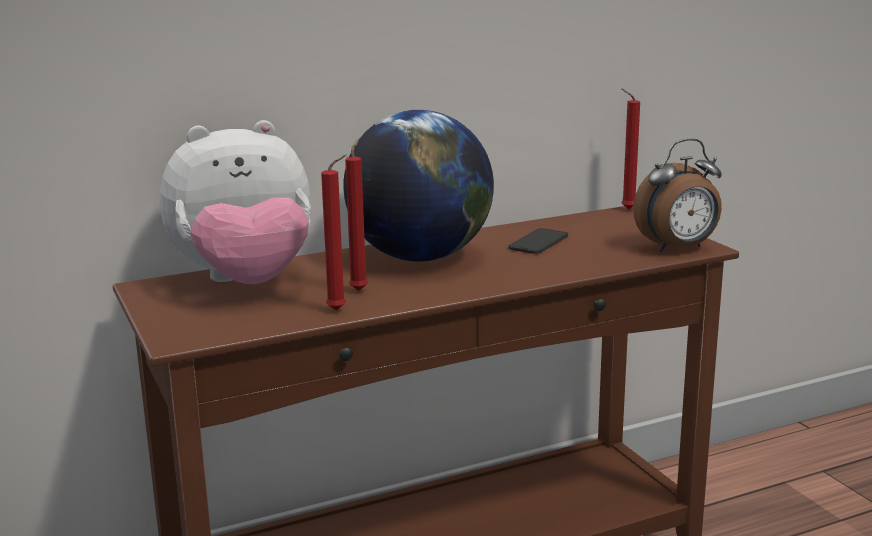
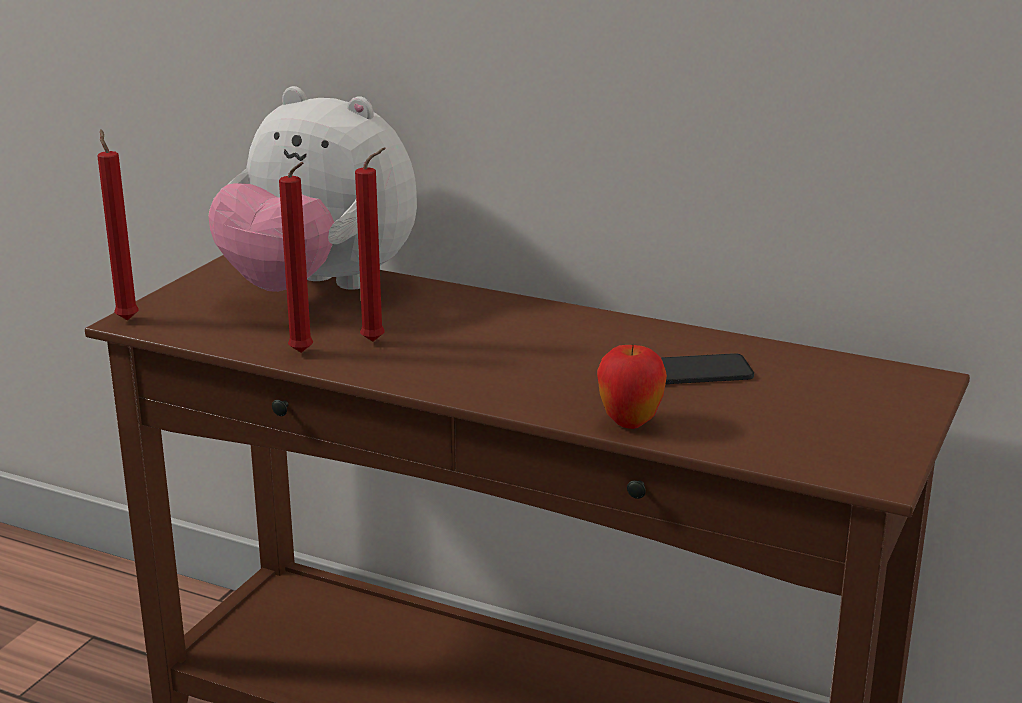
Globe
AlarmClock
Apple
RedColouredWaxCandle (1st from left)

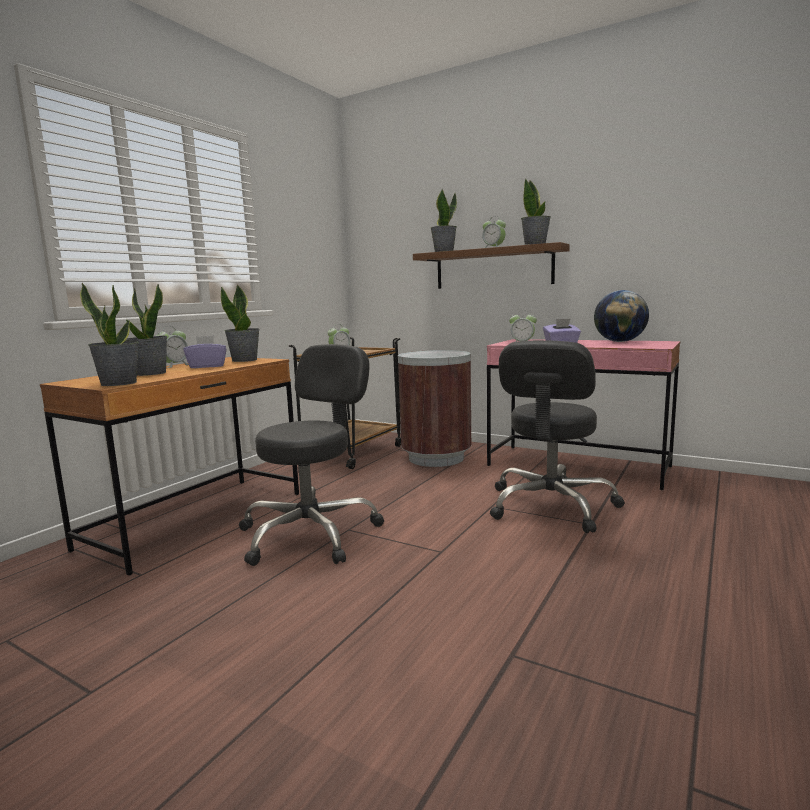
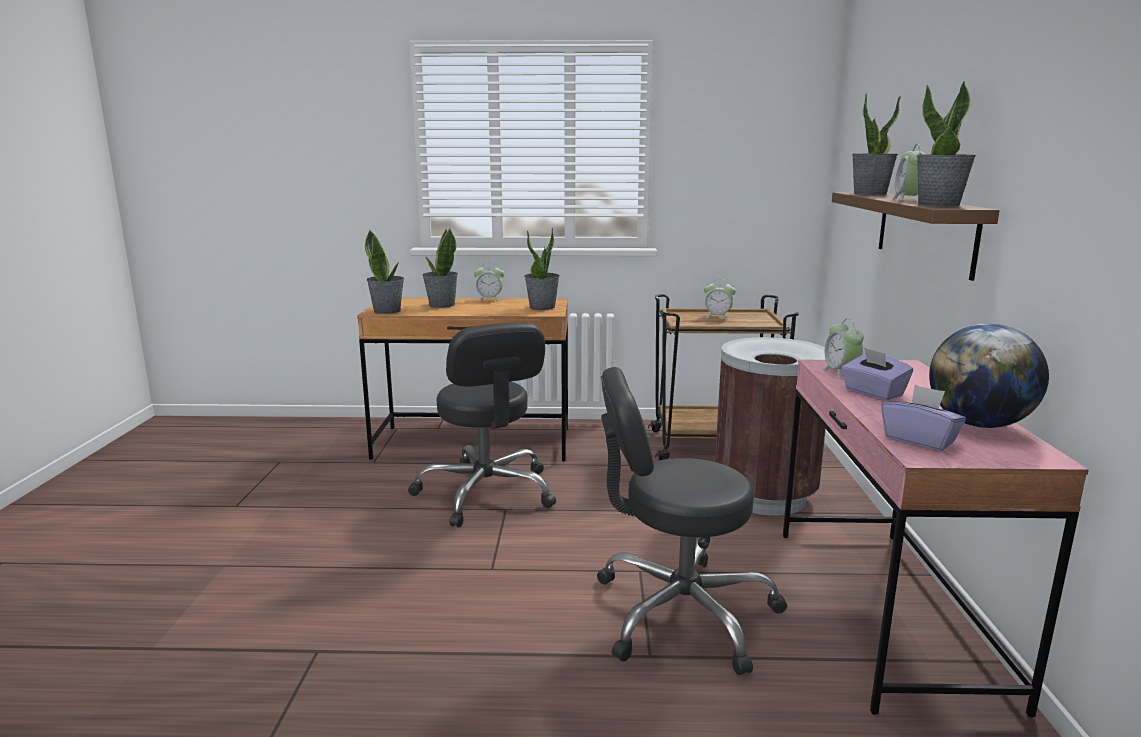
PurpleColouredBoxOfTissues (2nd from left)
BlackColouredOfficeChair (1st from left)

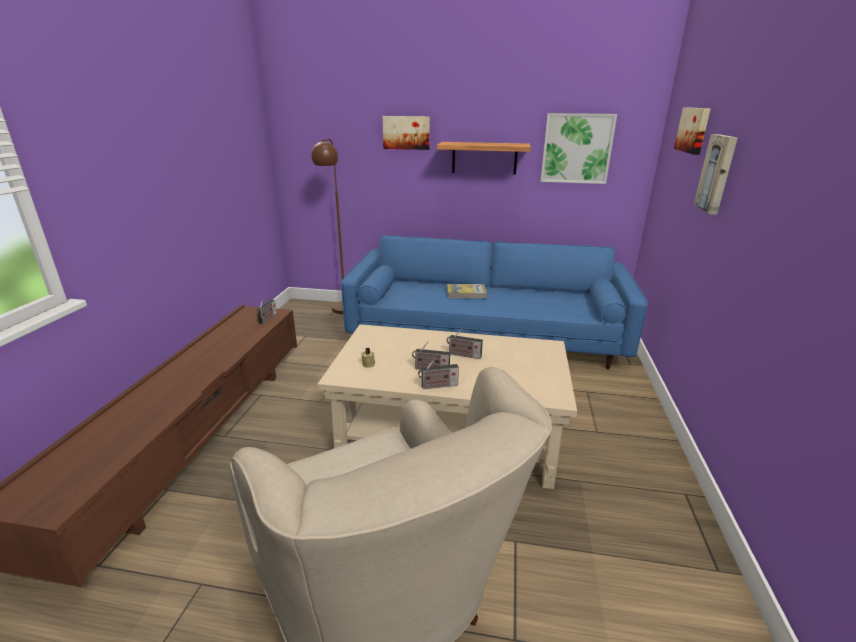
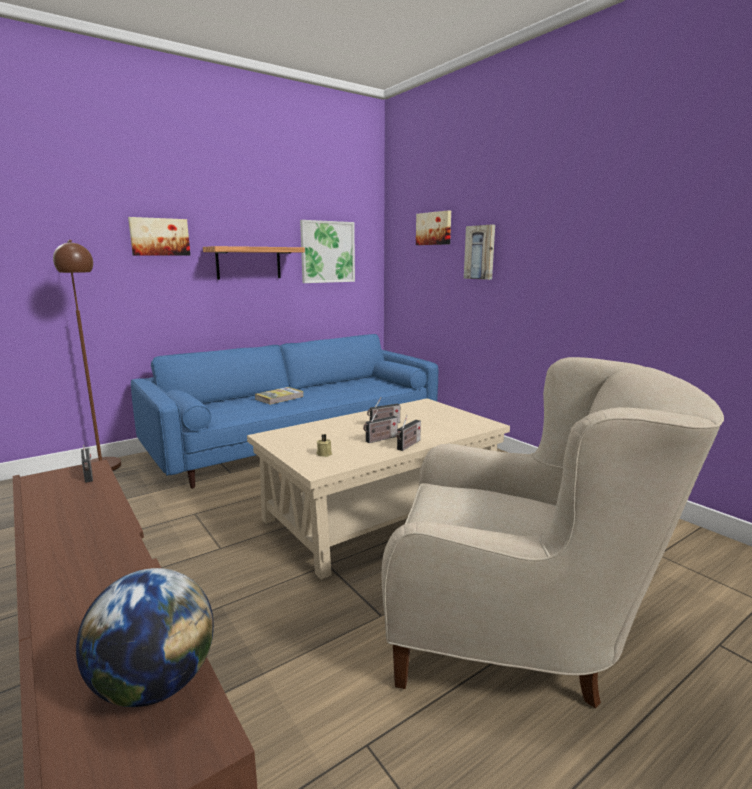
Globe

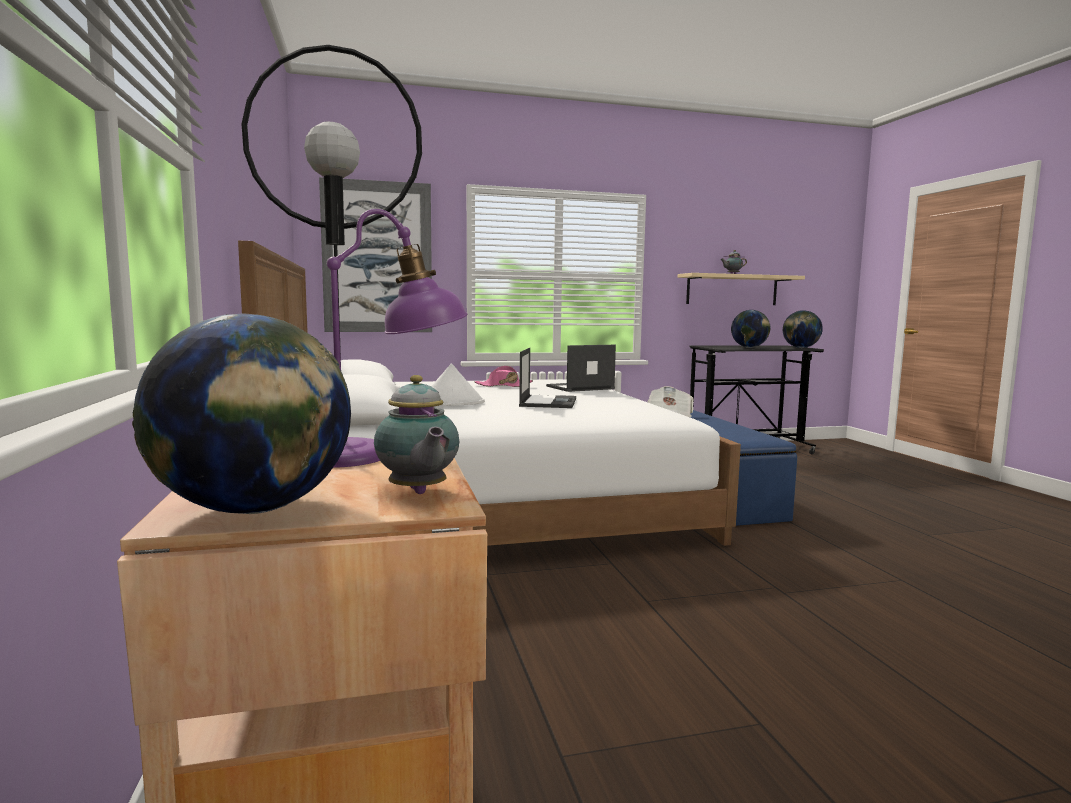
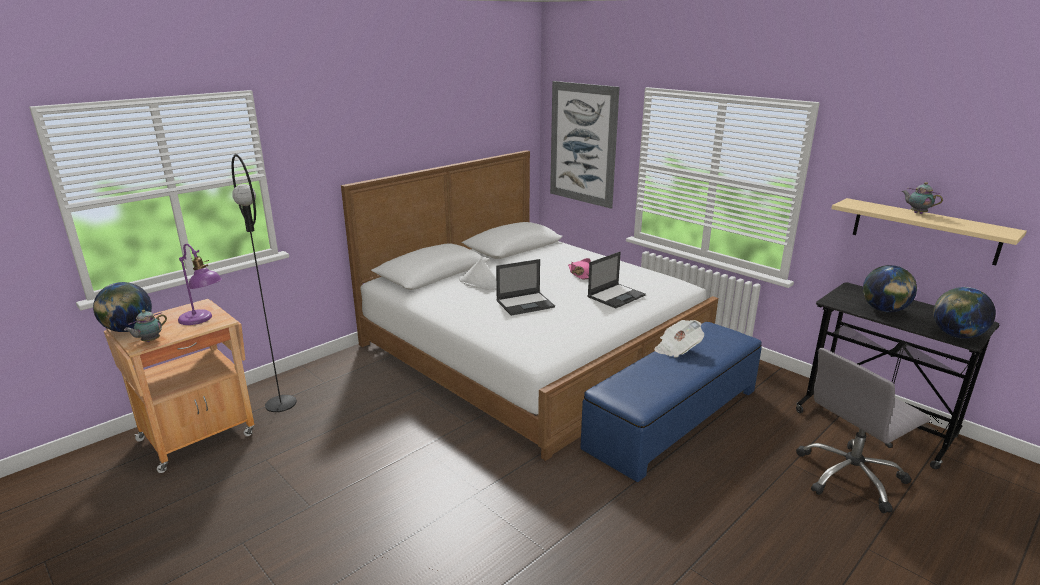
GreyOfficeChair
Laptop (2nd from left)

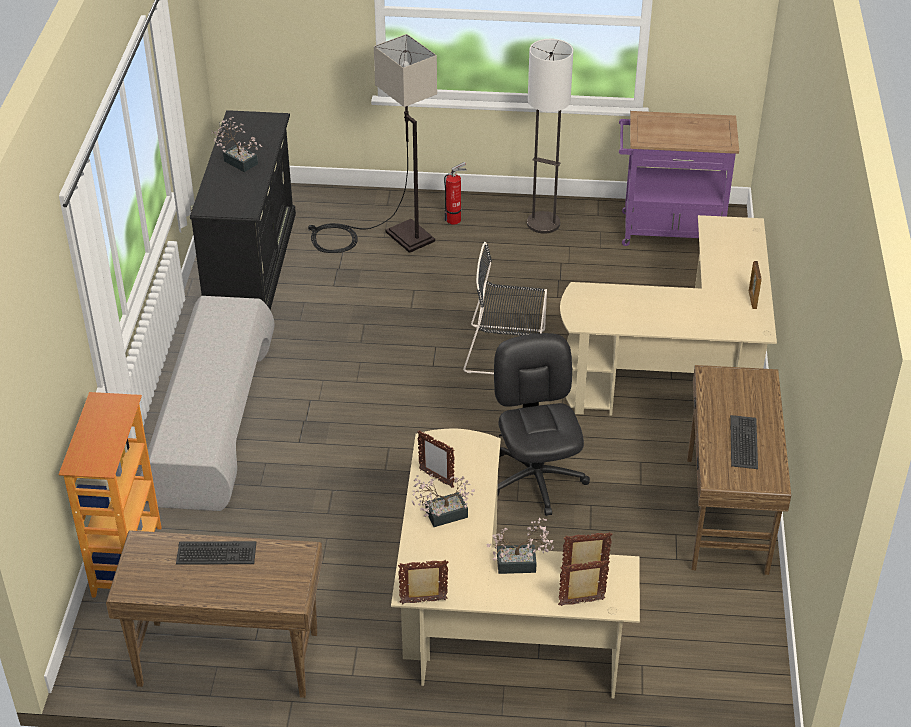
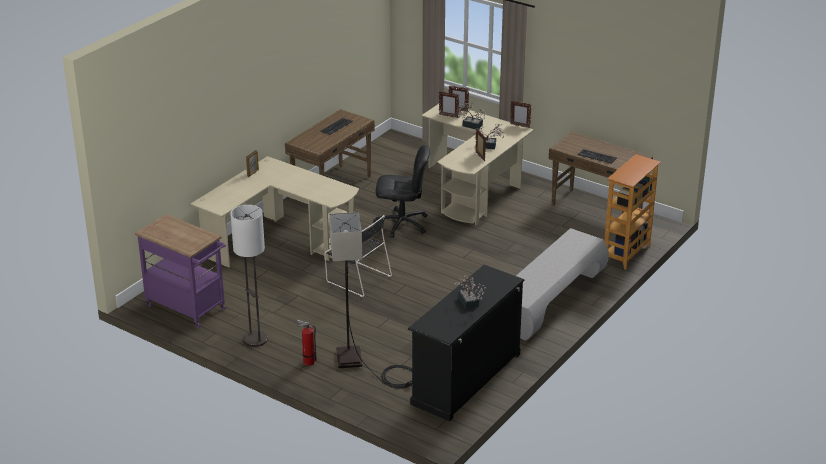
BlackColouredOfficeChair

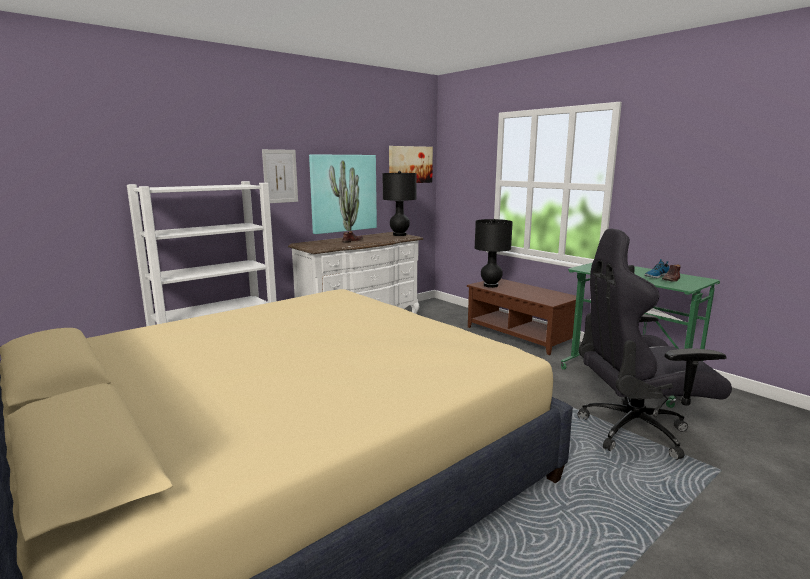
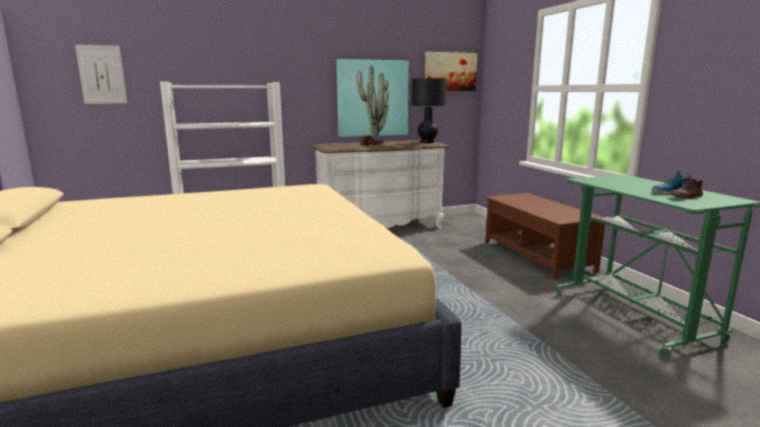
BlackColouredTabletopLamp (2nd from left in the first image)
BlackColouredOfficeChair
WallArt (1st from left)

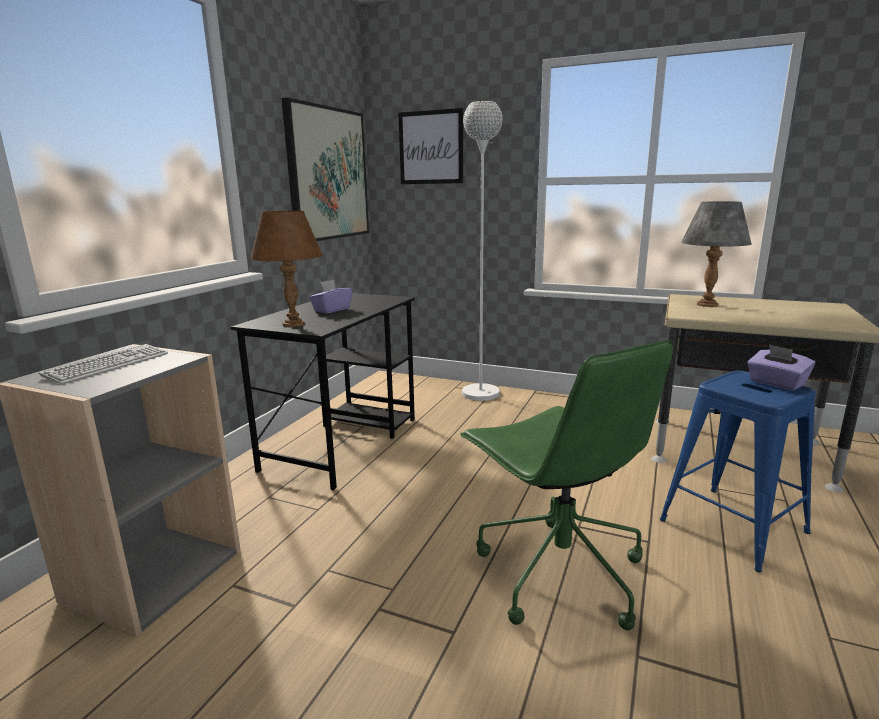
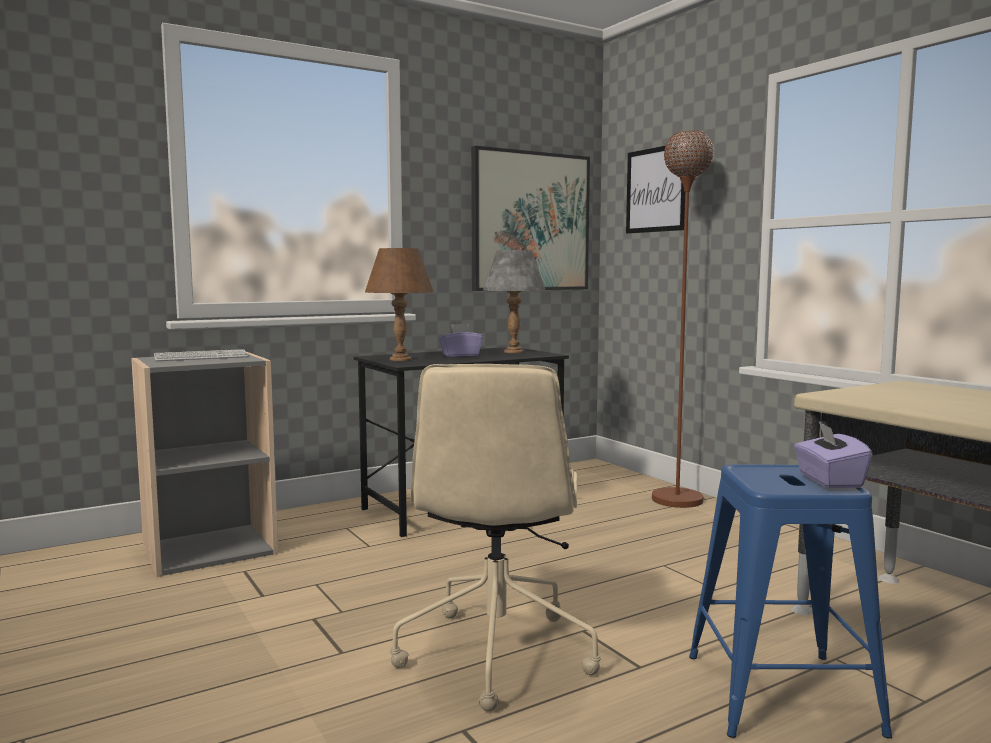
GreyTabletopLamp
BeigeColouredOfficeChair
BrownStandardLamp

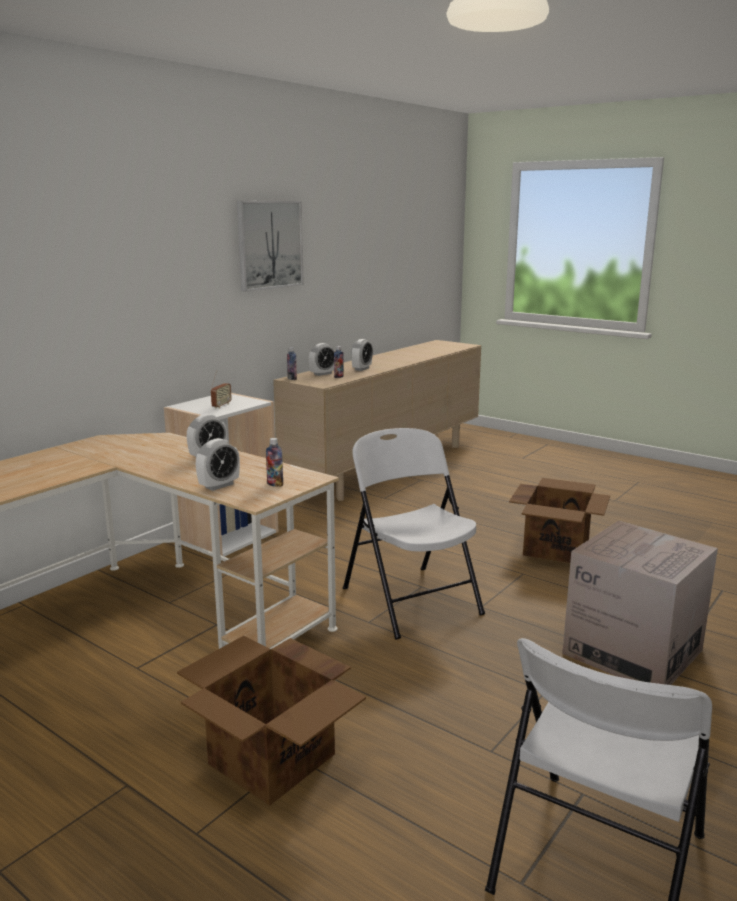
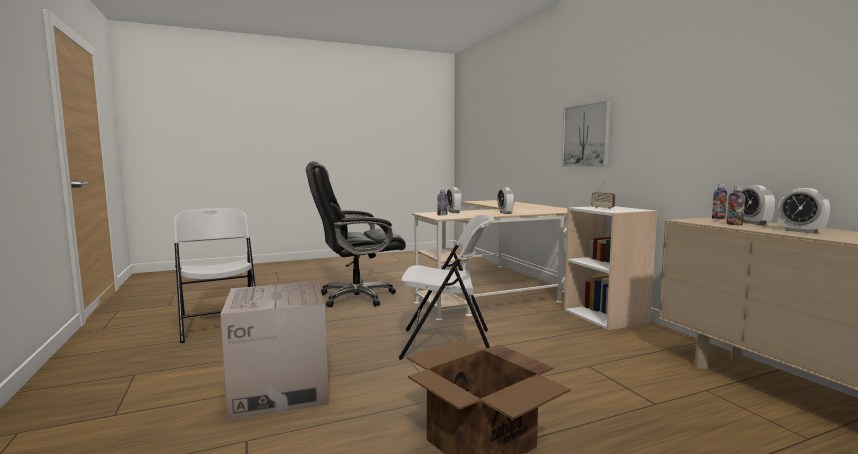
WallArt
BlackColouredOfficeChair

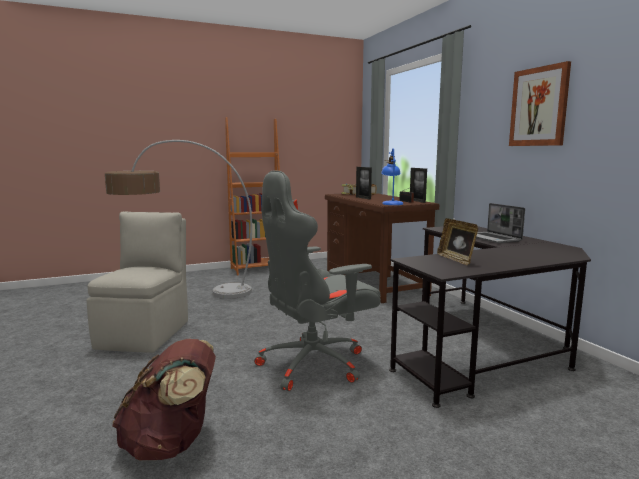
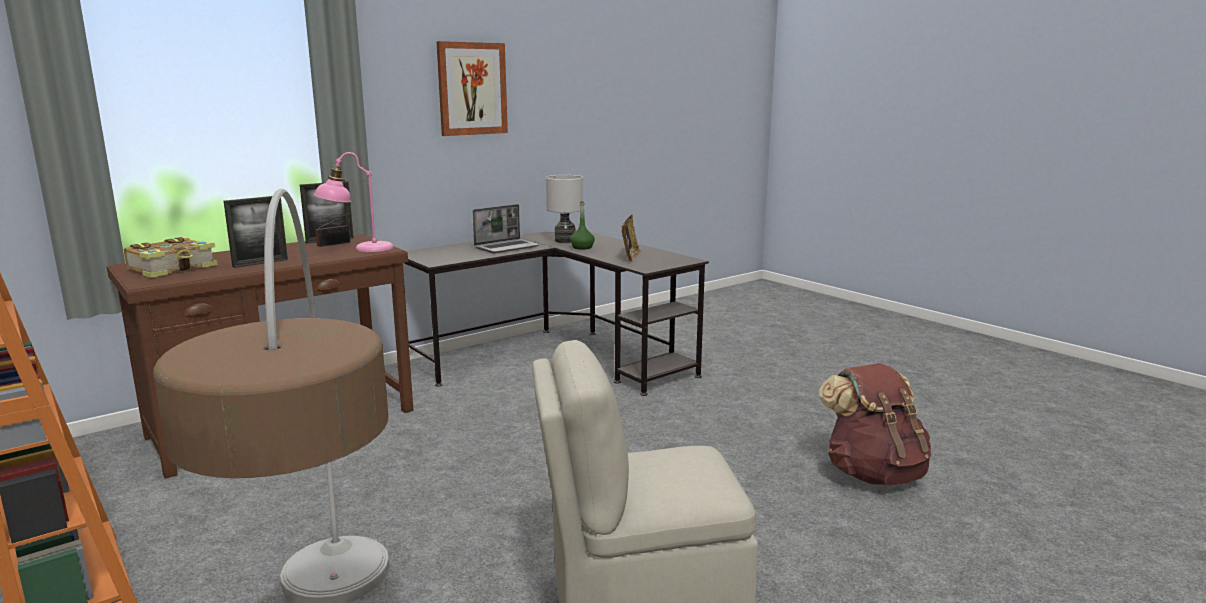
GreyOfficeChair
GreyTabletopLamp
GreenishBeverageBottle
PinkTabletopLamp
StandingFrame (3rd from left)

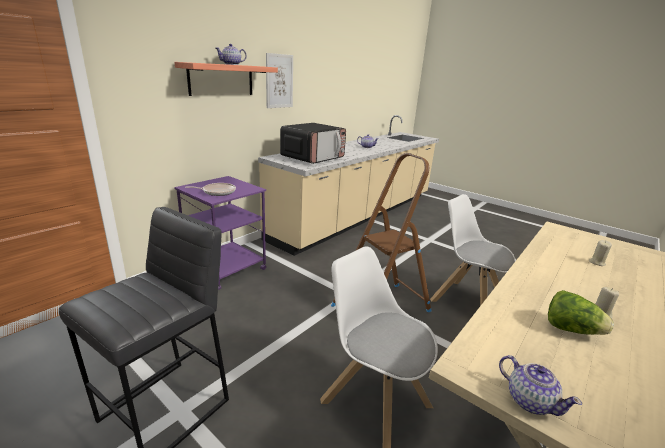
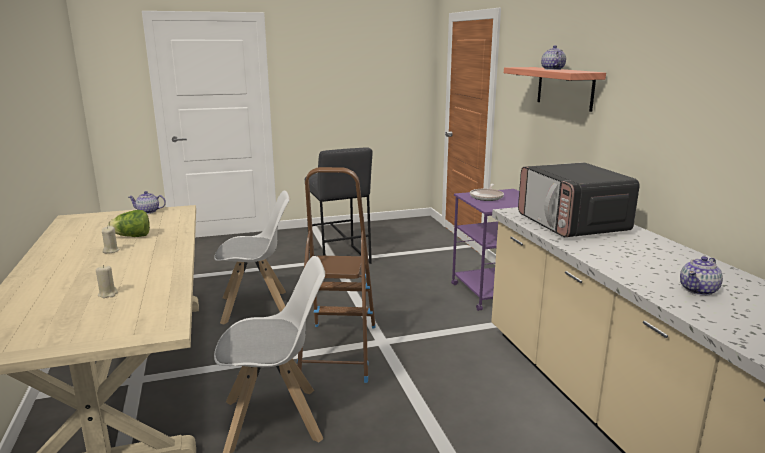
WallArt

